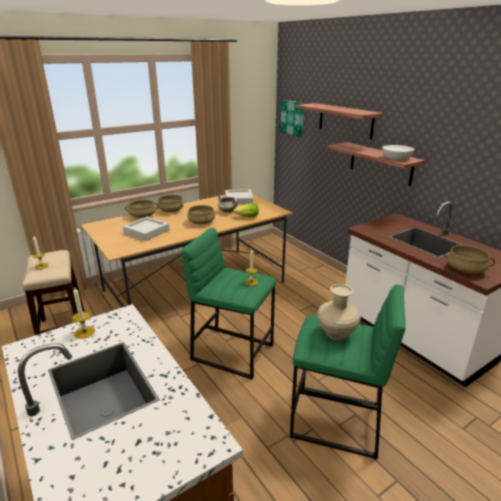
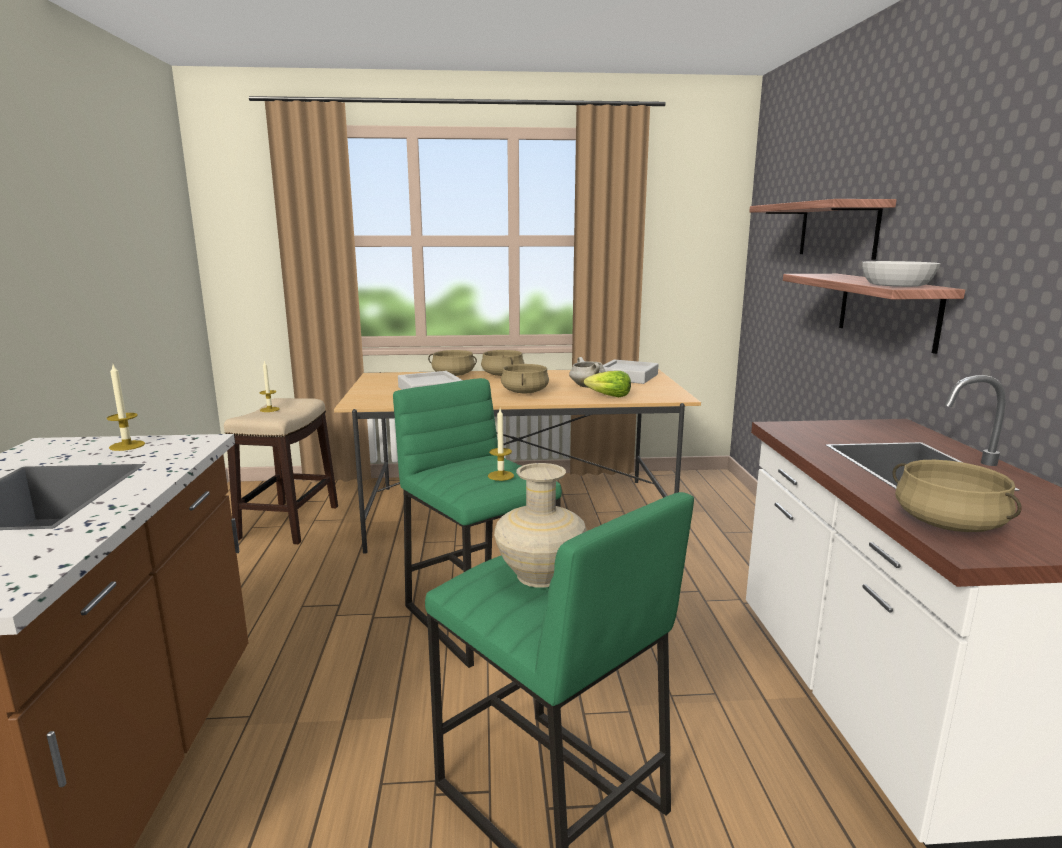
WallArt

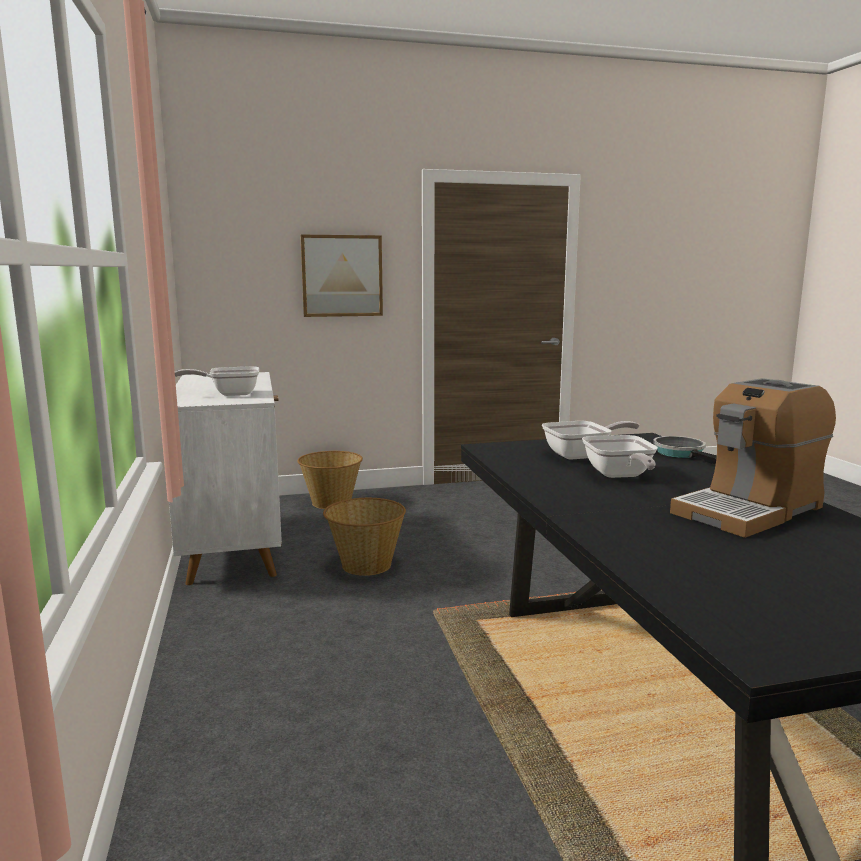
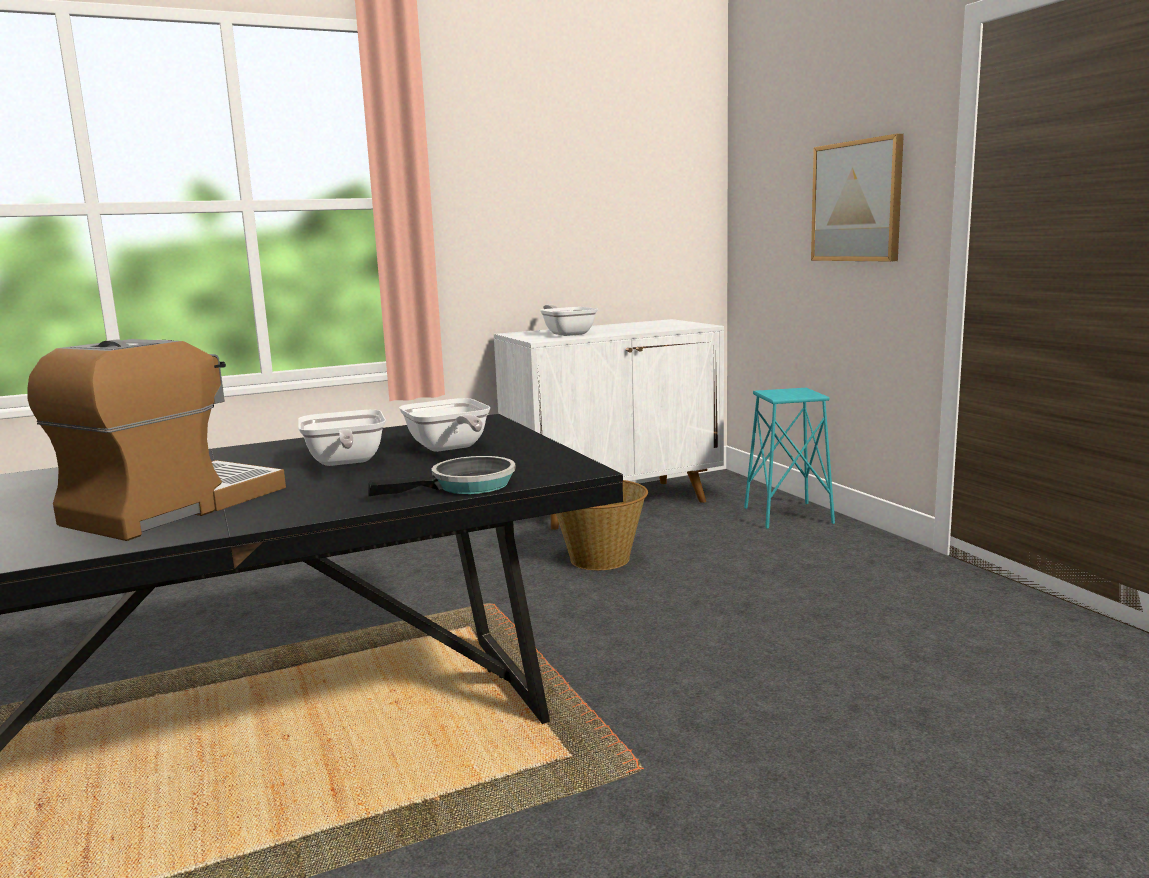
BlueGreenStoolSeat
Skillet (1st from left)
CoffeeBrewer

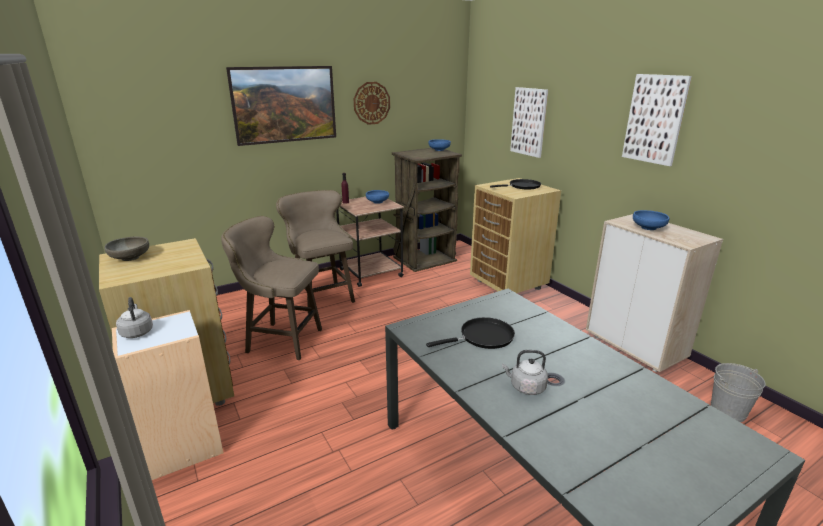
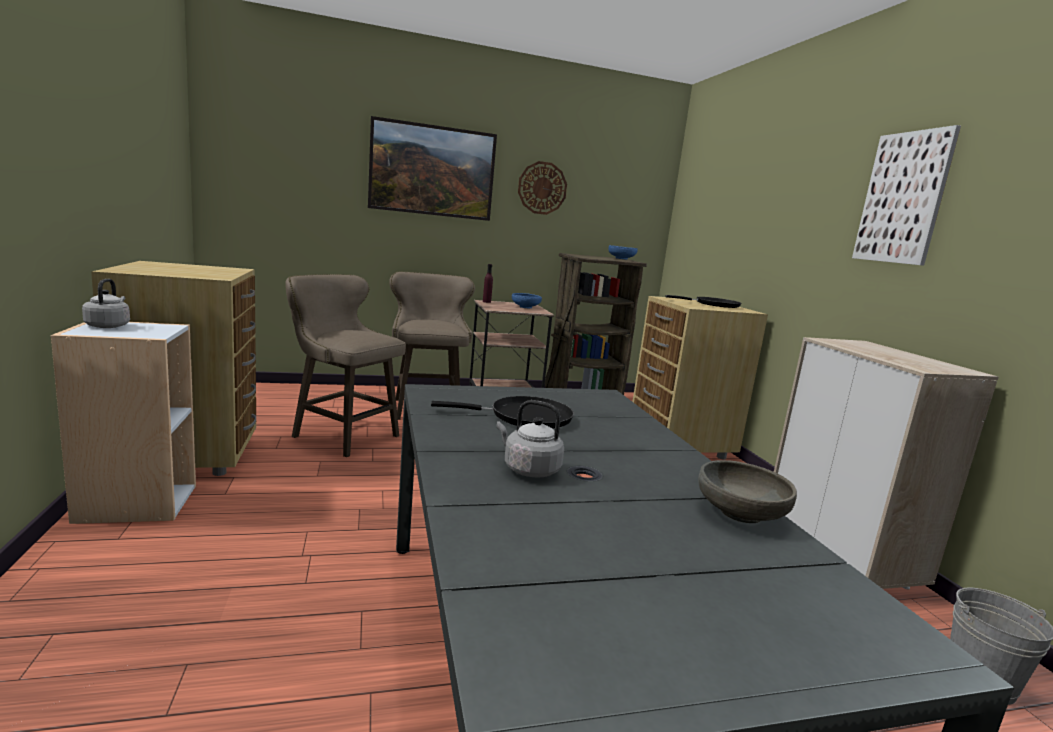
WallArt (2nd from left in the first image)
BlueColouredBowl (3rd from left in the first image)
GreyBowl

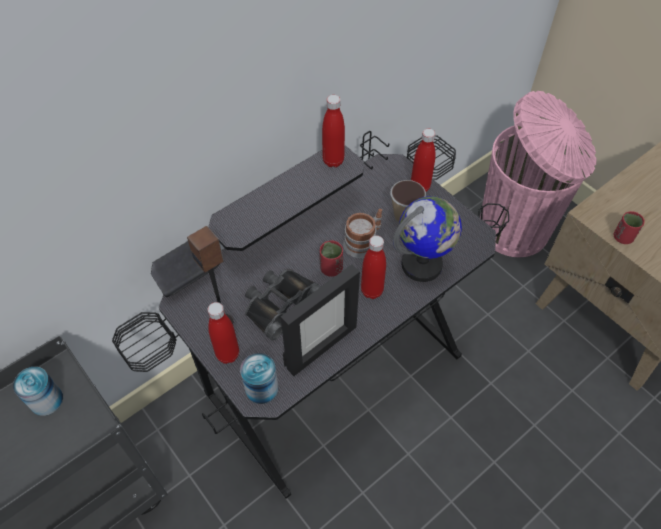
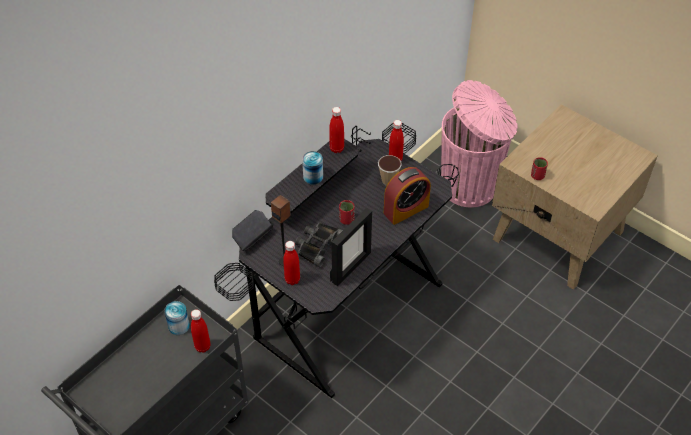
Mug
MetalCan (2nd from left)
RedColouredBeverageBottle (1st from left)
AlarmClock

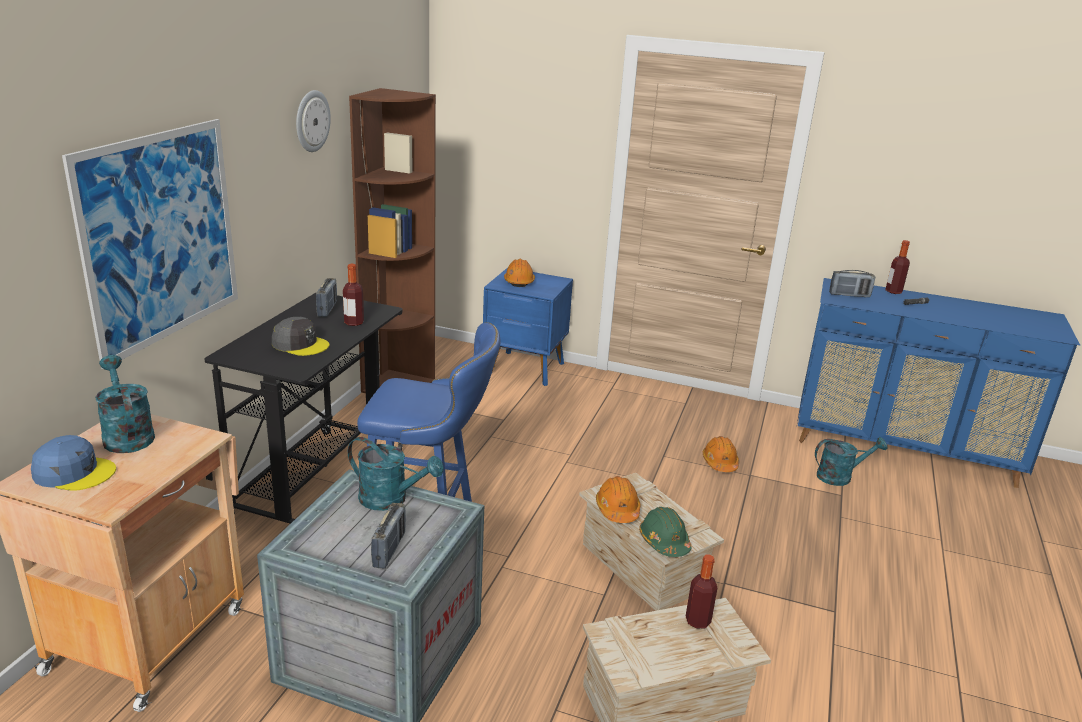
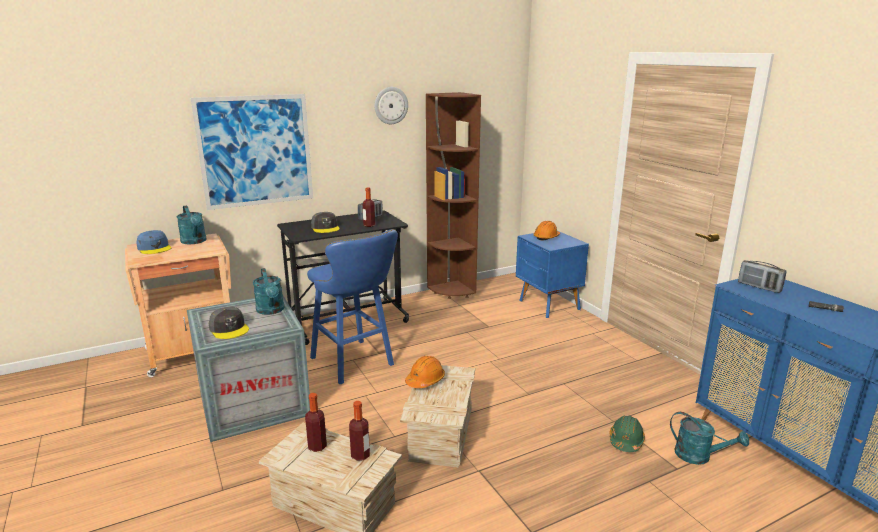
OrangeyHardHat (3rd from left in the first image)
GreenishHardHat
BeverageBottle (1st from left)
GreyCap (1st from left)
BlueGreenSprinklingCan (1st from left)

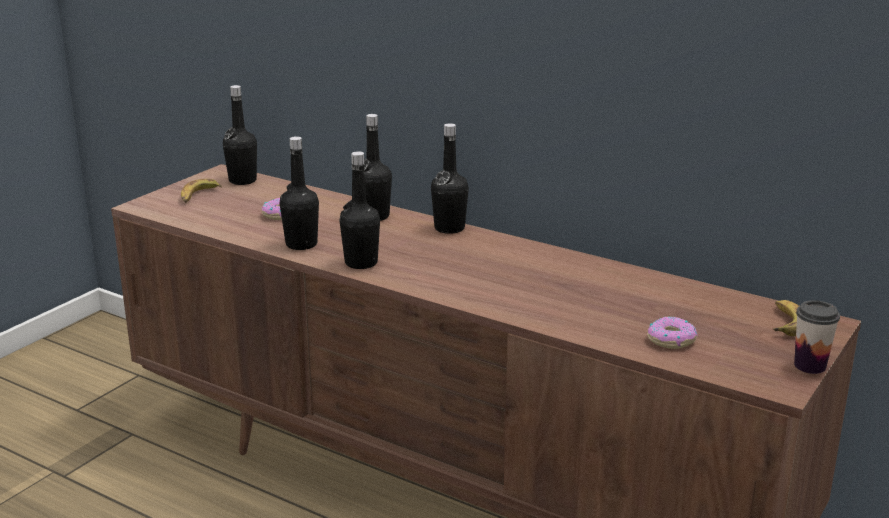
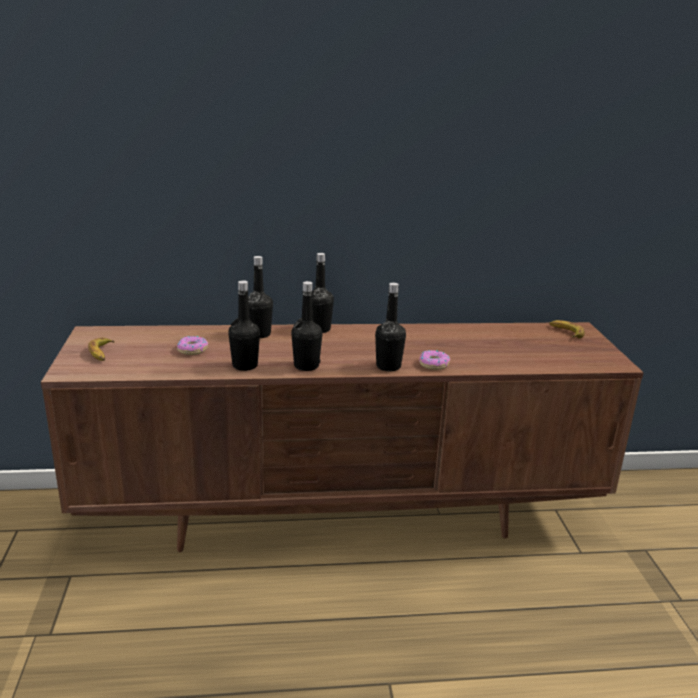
SmallCup
BlackColouredBeverageBottle (5th from left)
Donut (2nd from left)

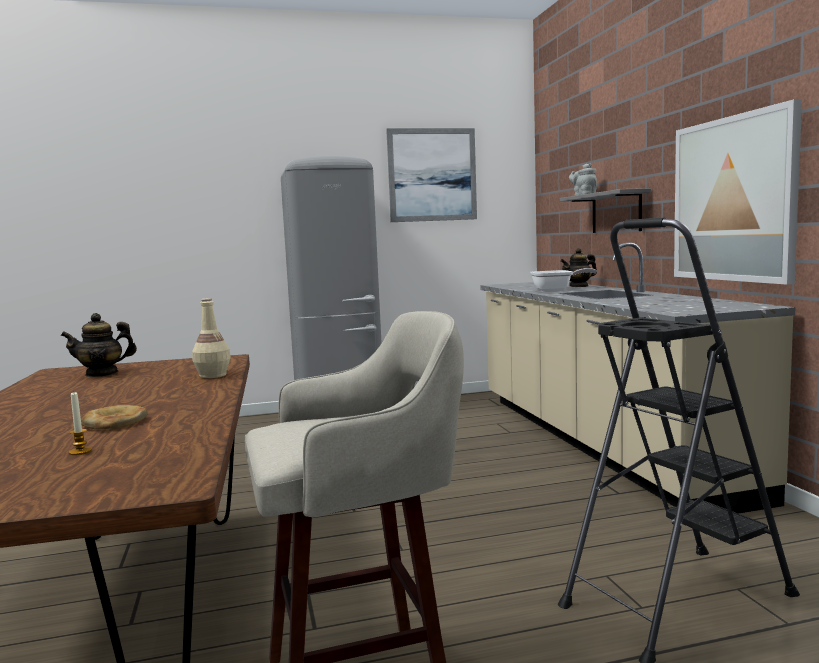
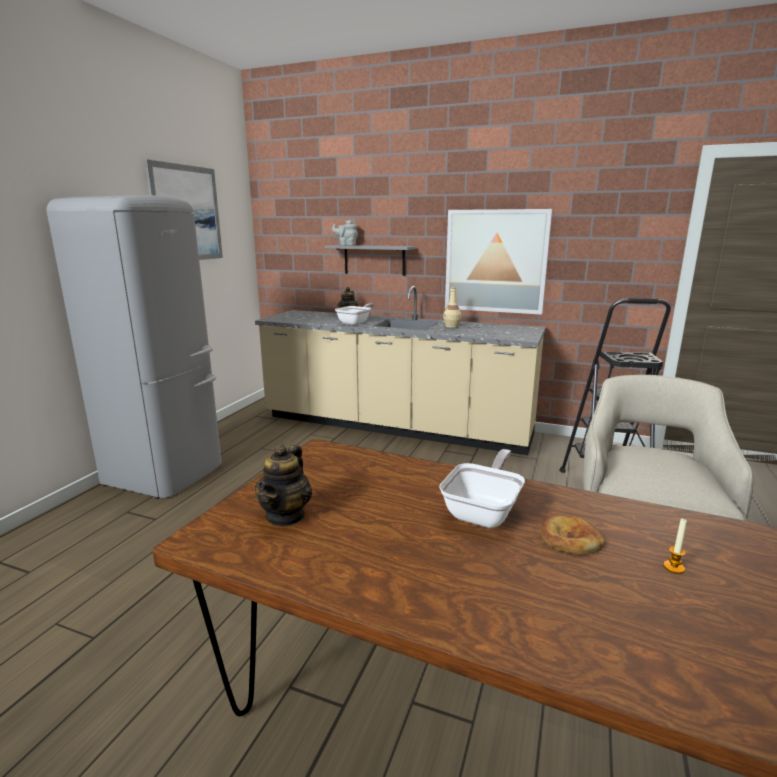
Skillet (2nd from left)
BeigeColouredBeverageBottle

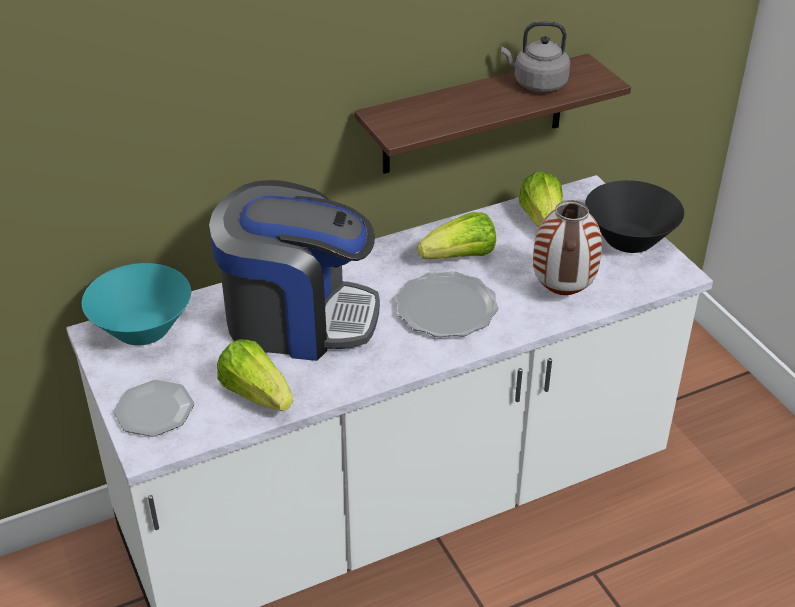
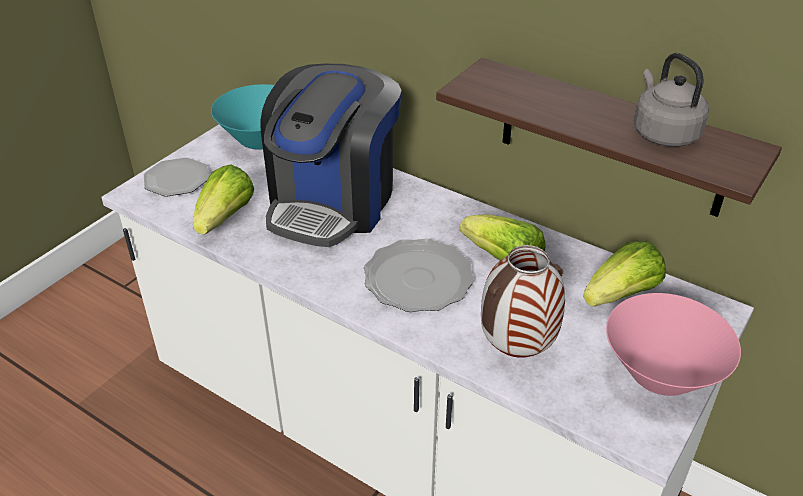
PinkBowl
CoffeeBrewer

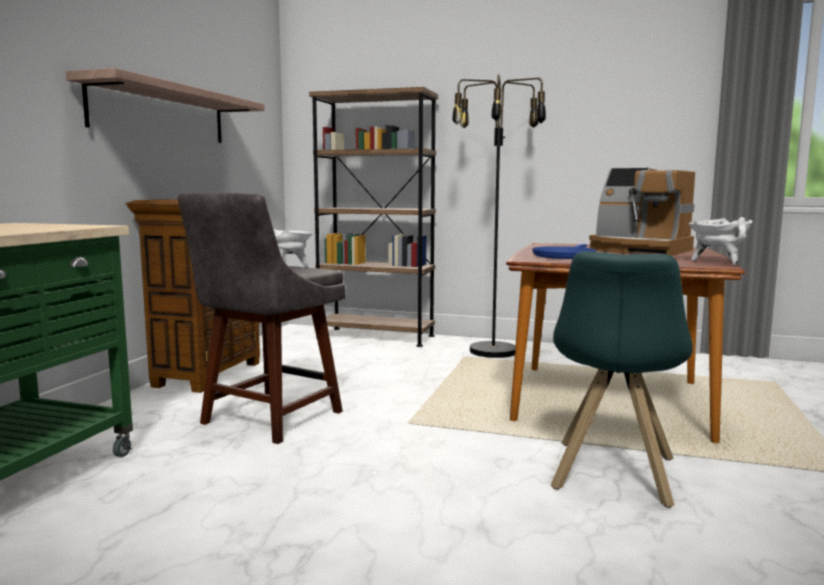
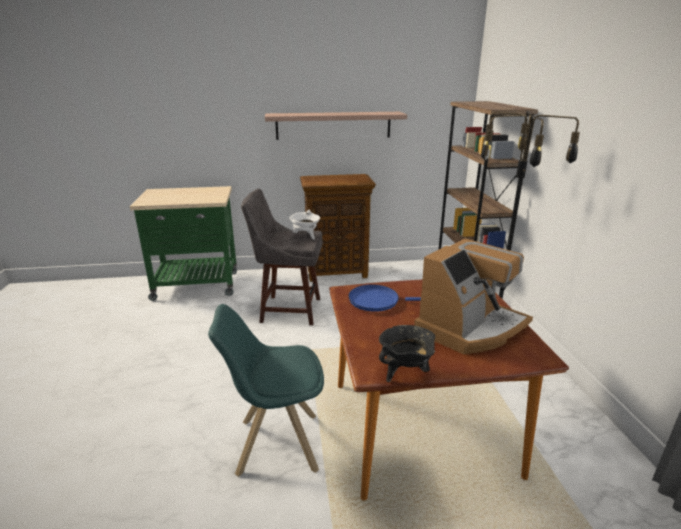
BlackColouredStockpot
CoffeeBrewer

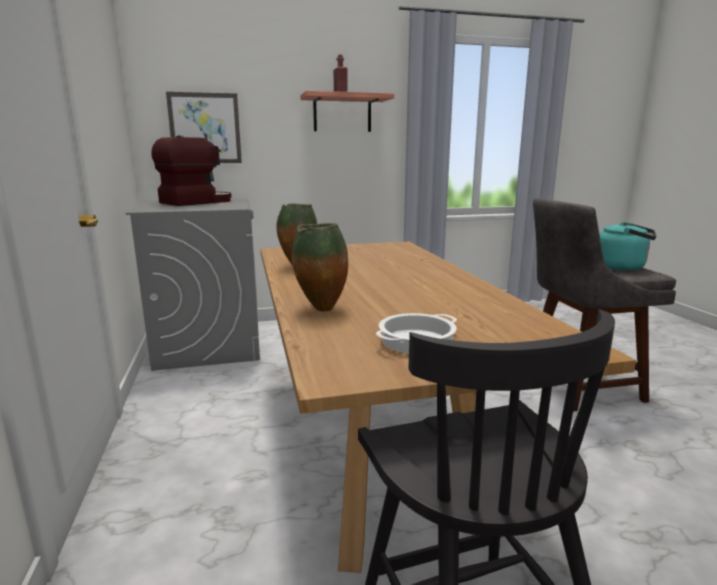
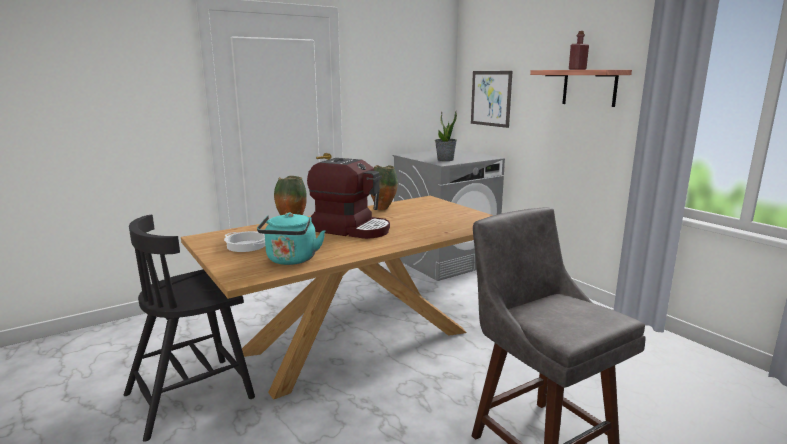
Houseplant
CoffeeBrewer
BlueGreenTeaKettle

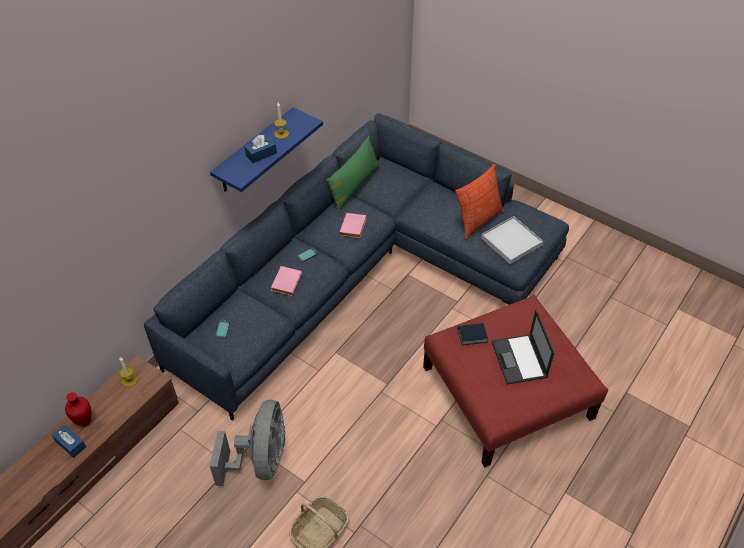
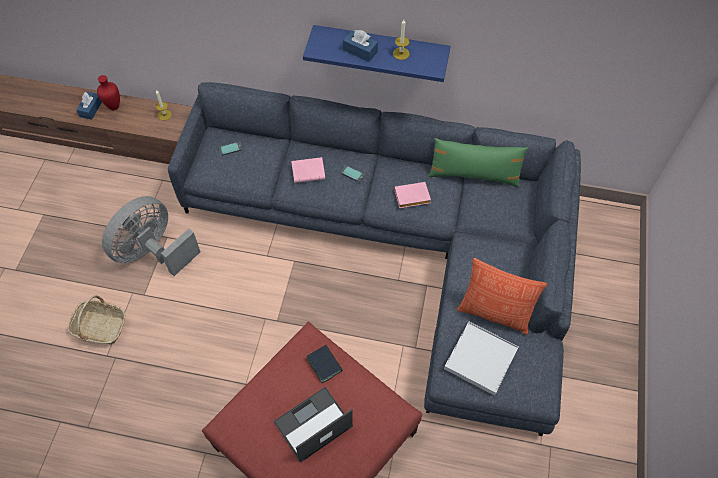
GreyFan

